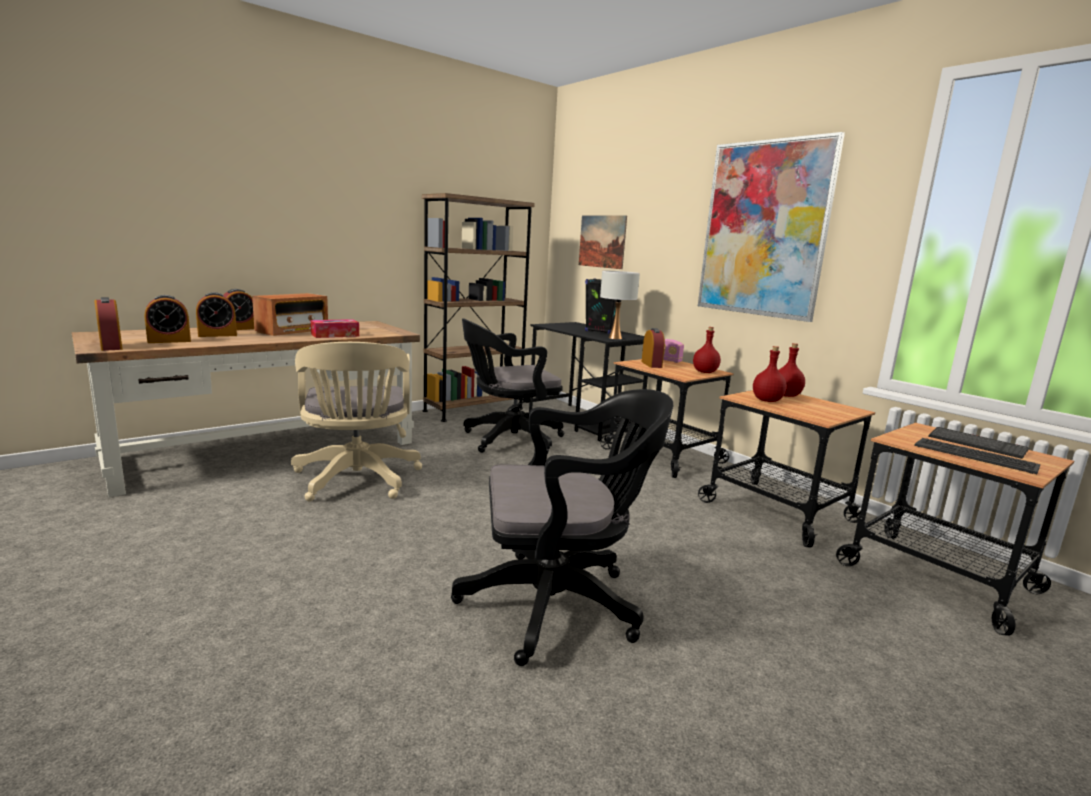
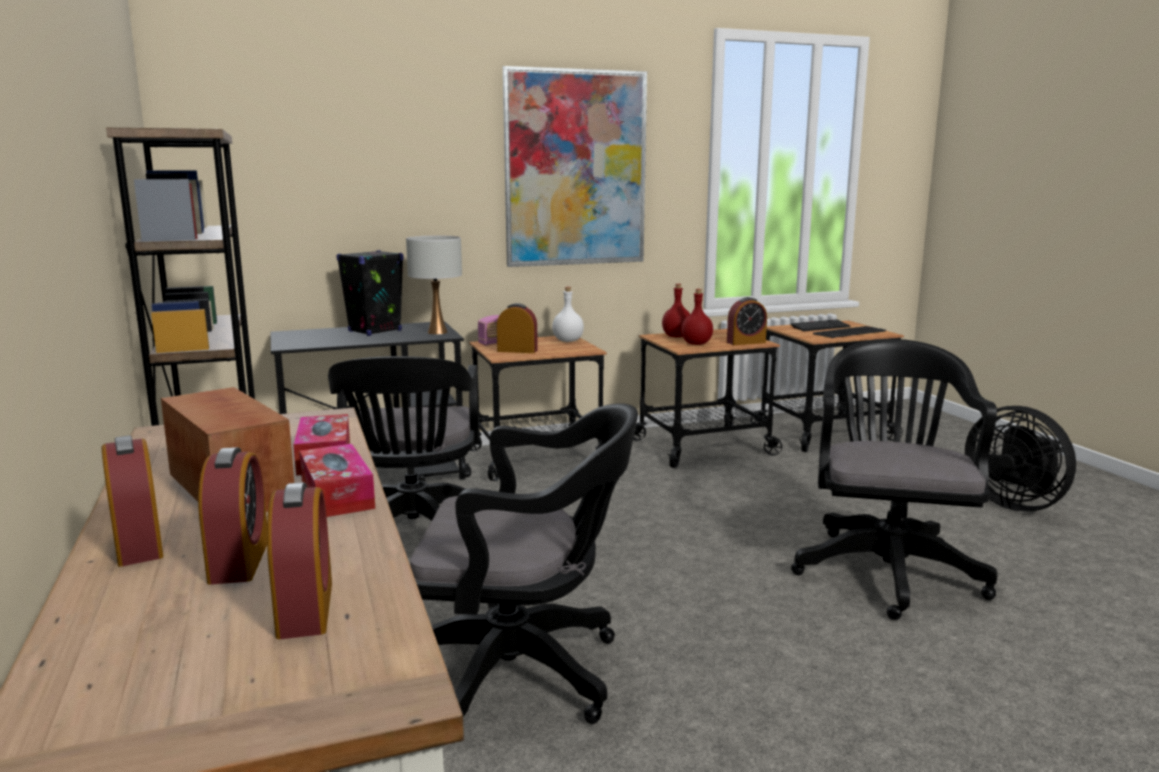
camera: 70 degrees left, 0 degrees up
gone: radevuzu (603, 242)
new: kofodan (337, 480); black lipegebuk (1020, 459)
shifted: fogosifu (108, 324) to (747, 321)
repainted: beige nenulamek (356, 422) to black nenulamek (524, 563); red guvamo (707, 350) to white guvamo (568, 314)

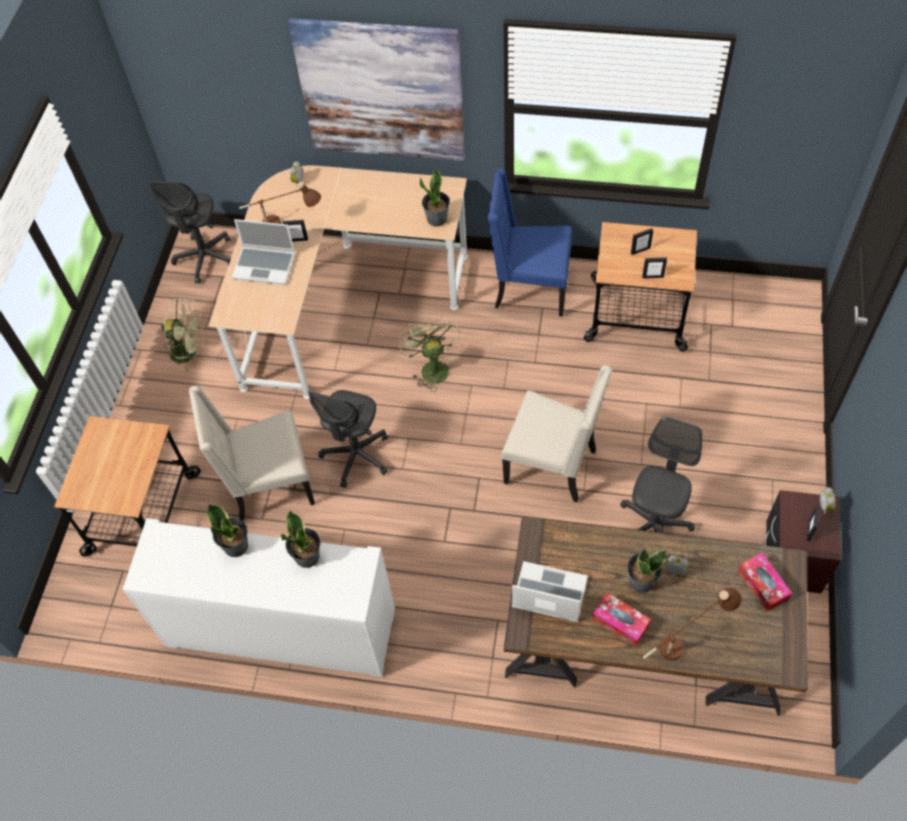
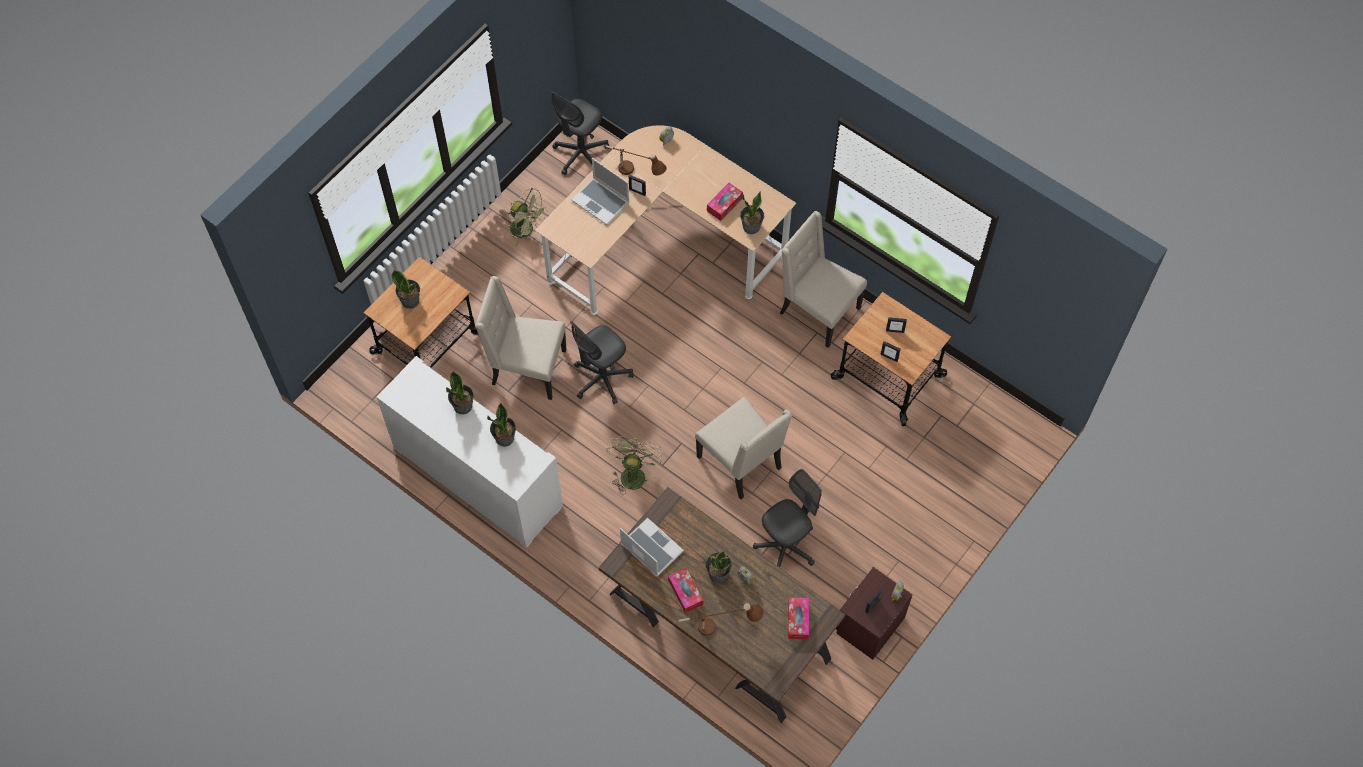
camera: 25 degrees right, 5 degrees up
gone: radevuzu (376, 89)
new: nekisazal (406, 289); kofodan (725, 202)
shifted: green lipegebuk (429, 353) to (634, 465)
repainted: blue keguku (530, 242) to beige keguku (823, 279)

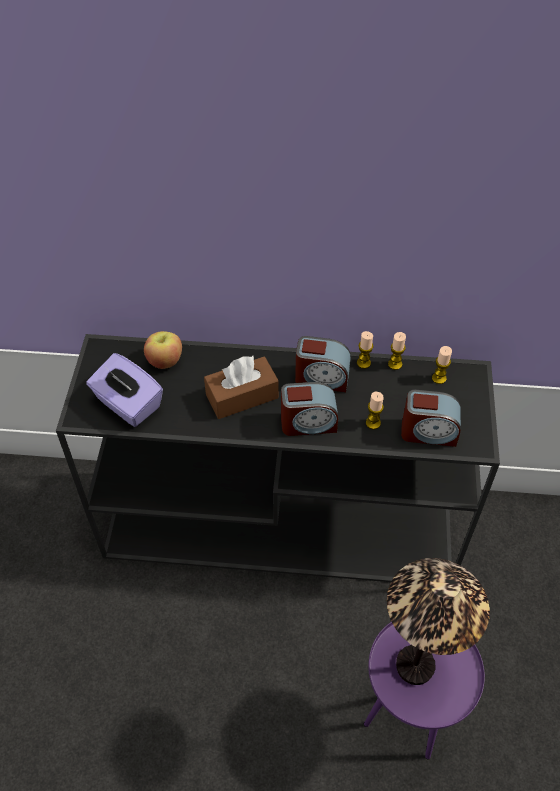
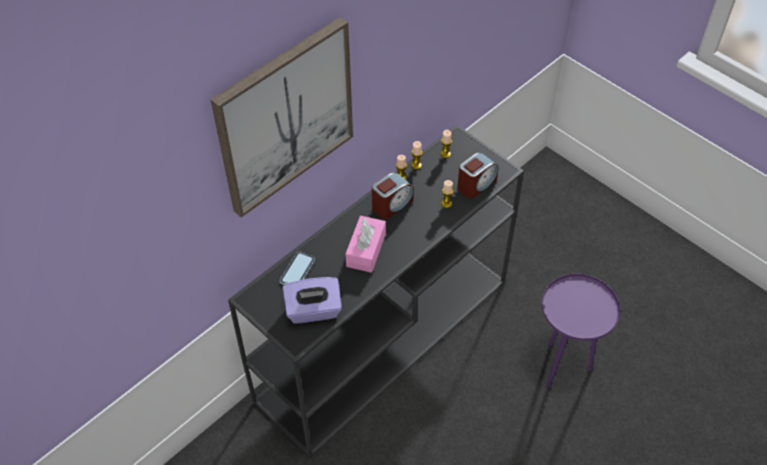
camera: 50 degrees left, 0 degrees up
gone: fogosifu (309, 409); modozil (438, 621)
new: radevuzu (282, 117)
swapped: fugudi (163, 350) to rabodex (297, 268)
repainted: brown kofodan (241, 387) to pink kofodan (366, 244)

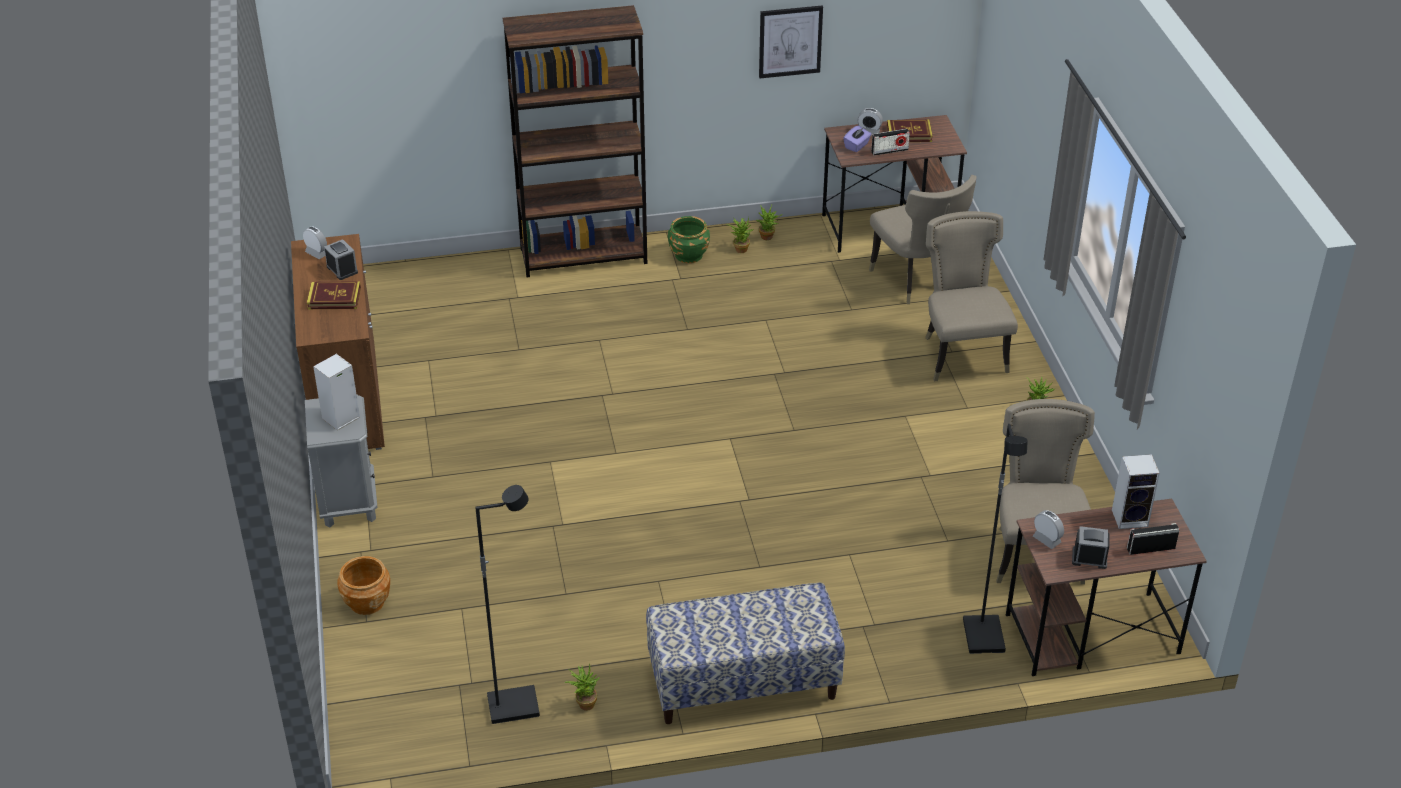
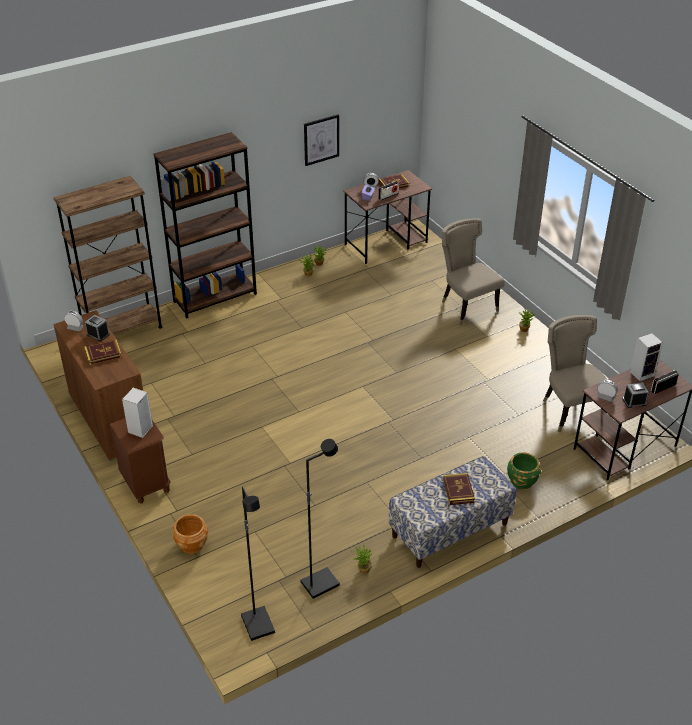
camera: 20 degrees left, 0 degrees up
gone: beige keguku (923, 239)
new: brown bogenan (108, 255); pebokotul (459, 489)
shifted: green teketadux (689, 239) to (524, 470); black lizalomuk (995, 539) to (258, 564)
repainted: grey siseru (341, 461) to brown siseru (140, 461)

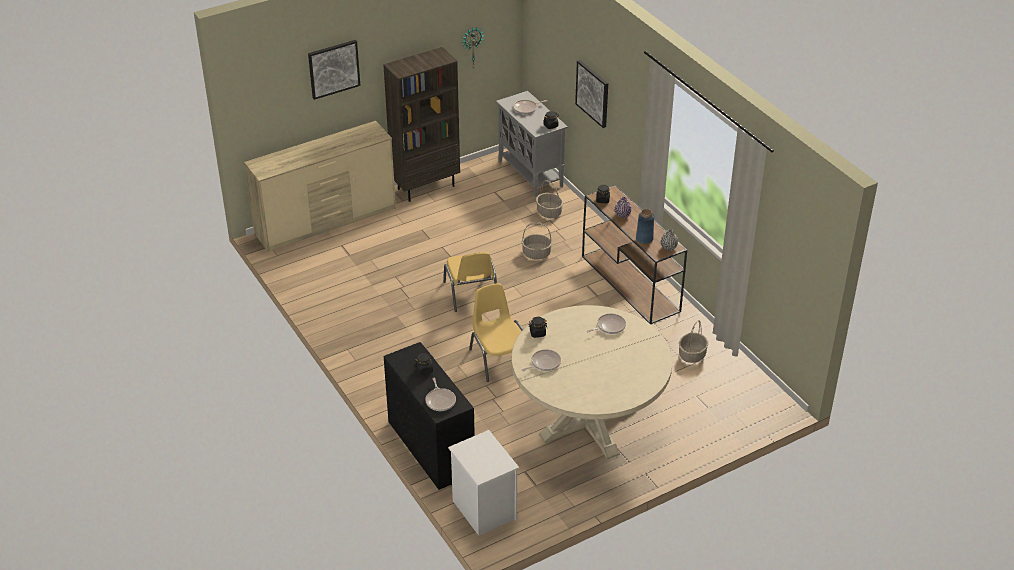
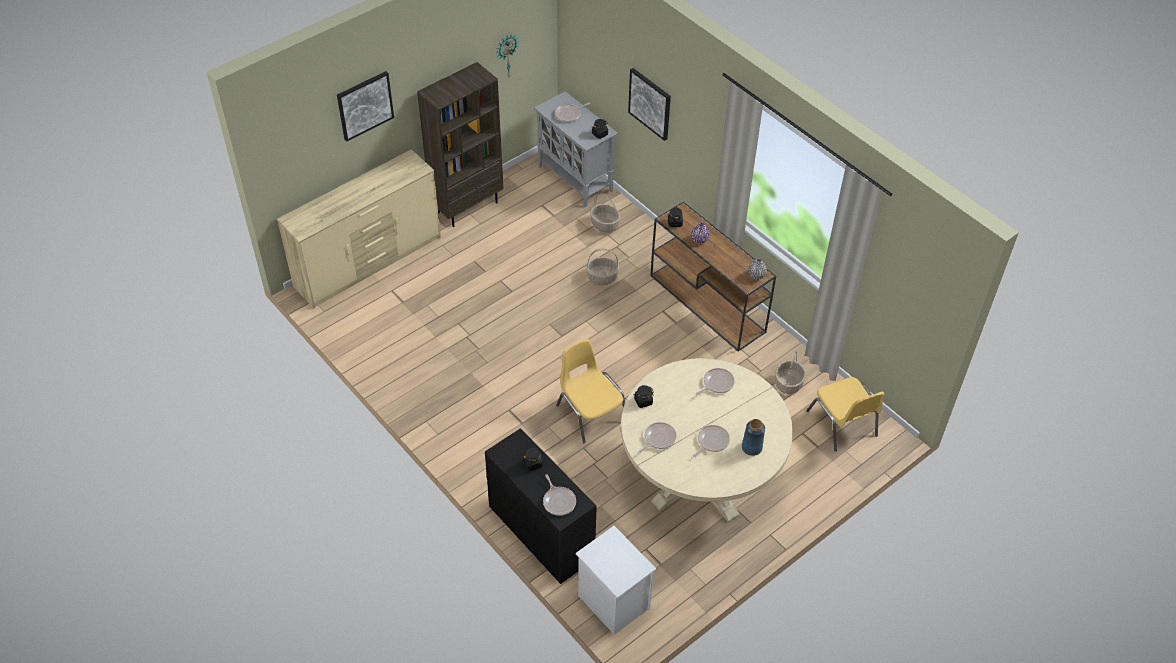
camera: 10 degrees left, 10 degrees up
new: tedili (711, 441)
shifted: yellow keguku (470, 282) to (845, 414); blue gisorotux (645, 226) to (753, 437)

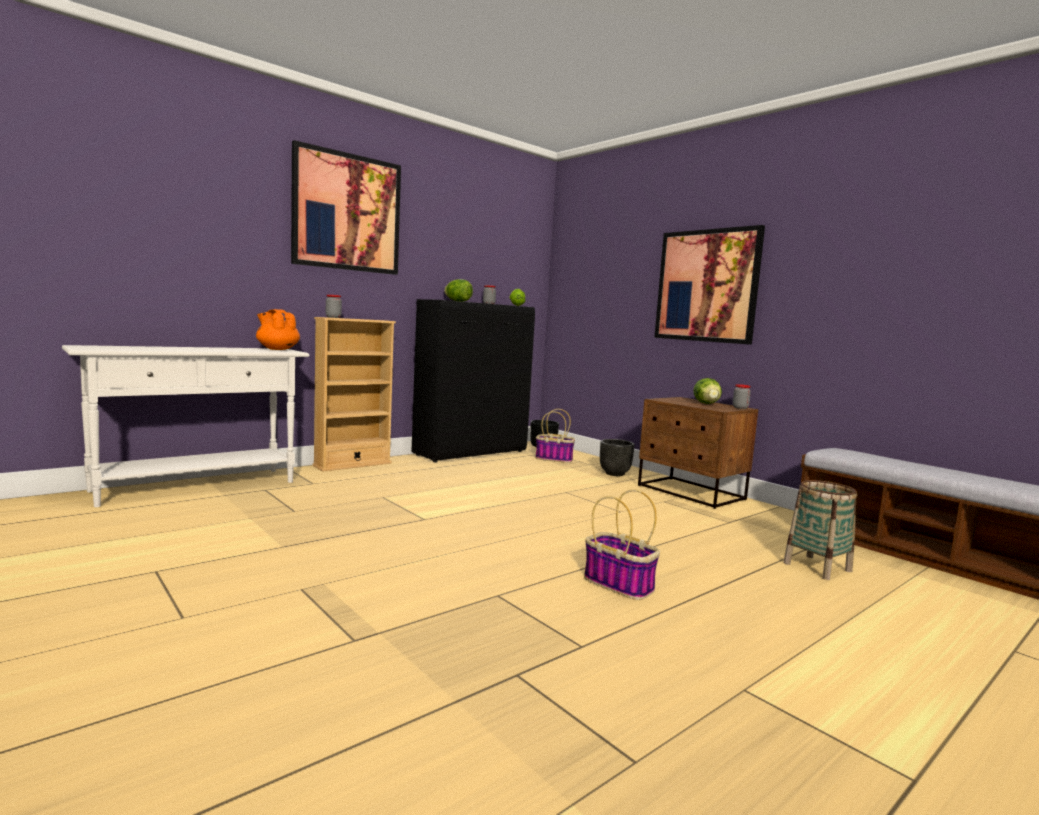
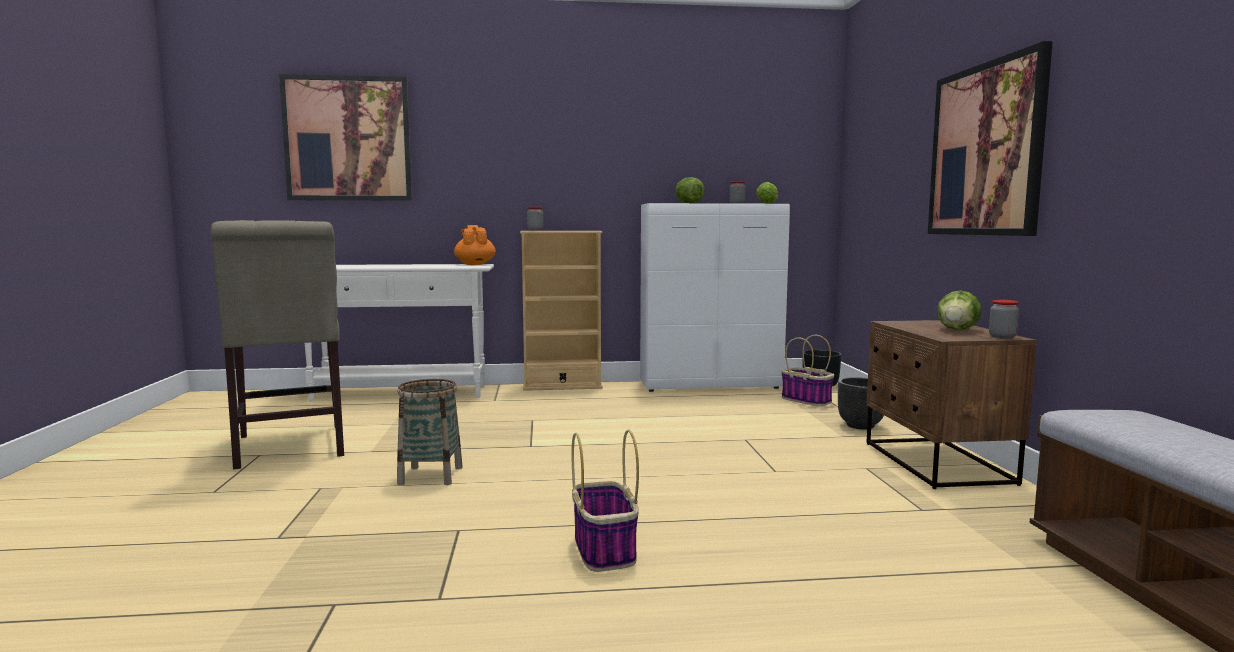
camera: 35 degrees right, 0 degrees up
new: beige keguku (277, 344)
shifted: radevuzu (346, 207) to (346, 137); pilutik (820, 530) to (430, 432)
repainted: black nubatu (473, 381) to white nubatu (715, 297)

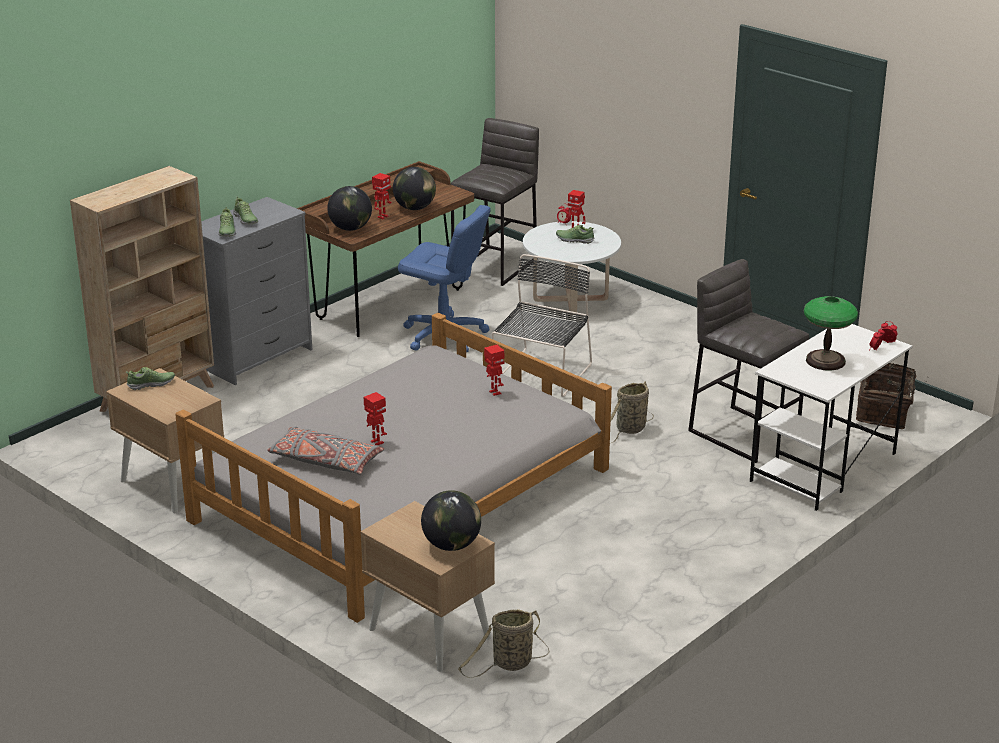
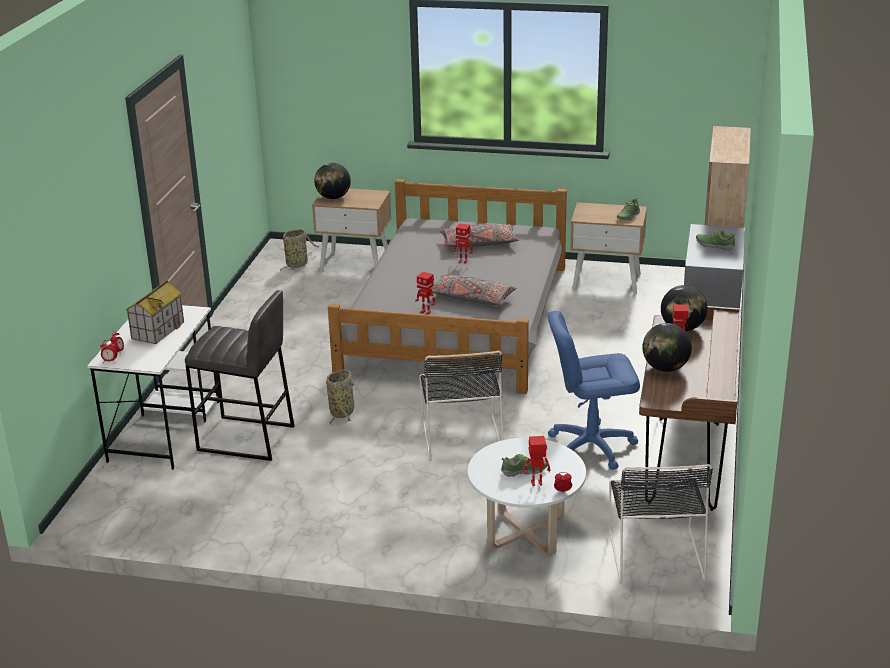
camera: 150 degrees right, 0 degrees up
gone: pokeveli (227, 222); pilutik (892, 396)
new: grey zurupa (473, 289)
swapped: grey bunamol (495, 202) to black keguku (661, 524); modozil (831, 333) to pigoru (155, 312)

